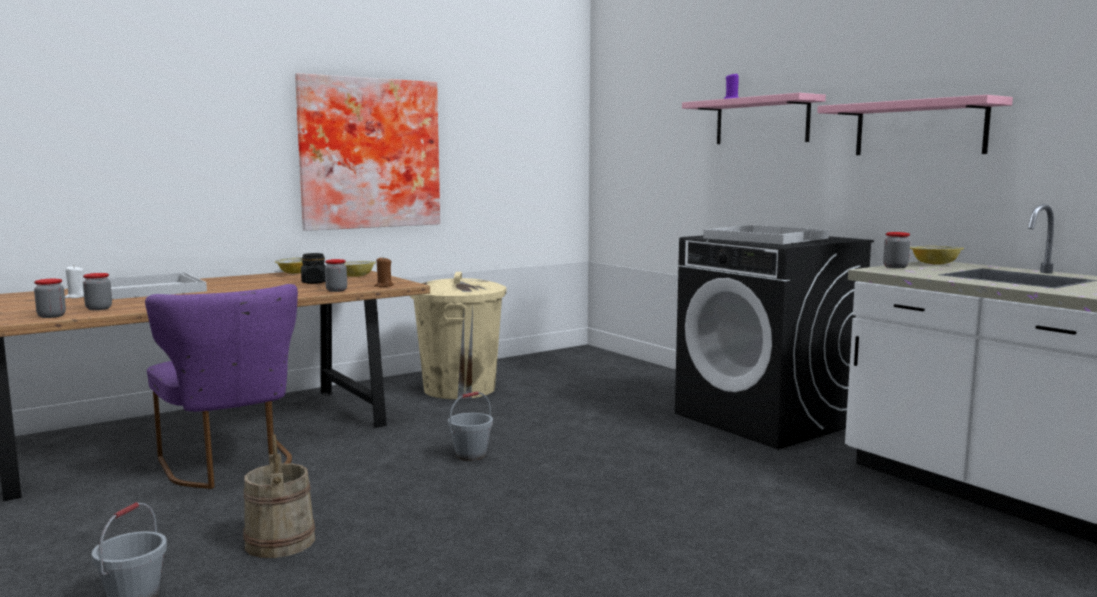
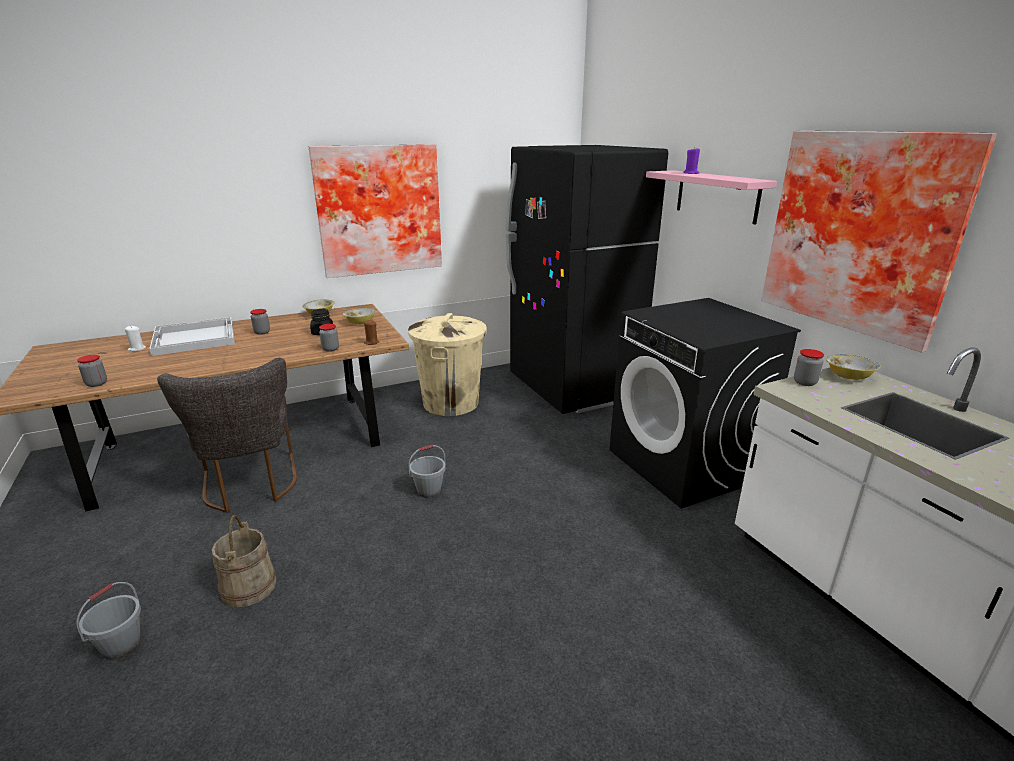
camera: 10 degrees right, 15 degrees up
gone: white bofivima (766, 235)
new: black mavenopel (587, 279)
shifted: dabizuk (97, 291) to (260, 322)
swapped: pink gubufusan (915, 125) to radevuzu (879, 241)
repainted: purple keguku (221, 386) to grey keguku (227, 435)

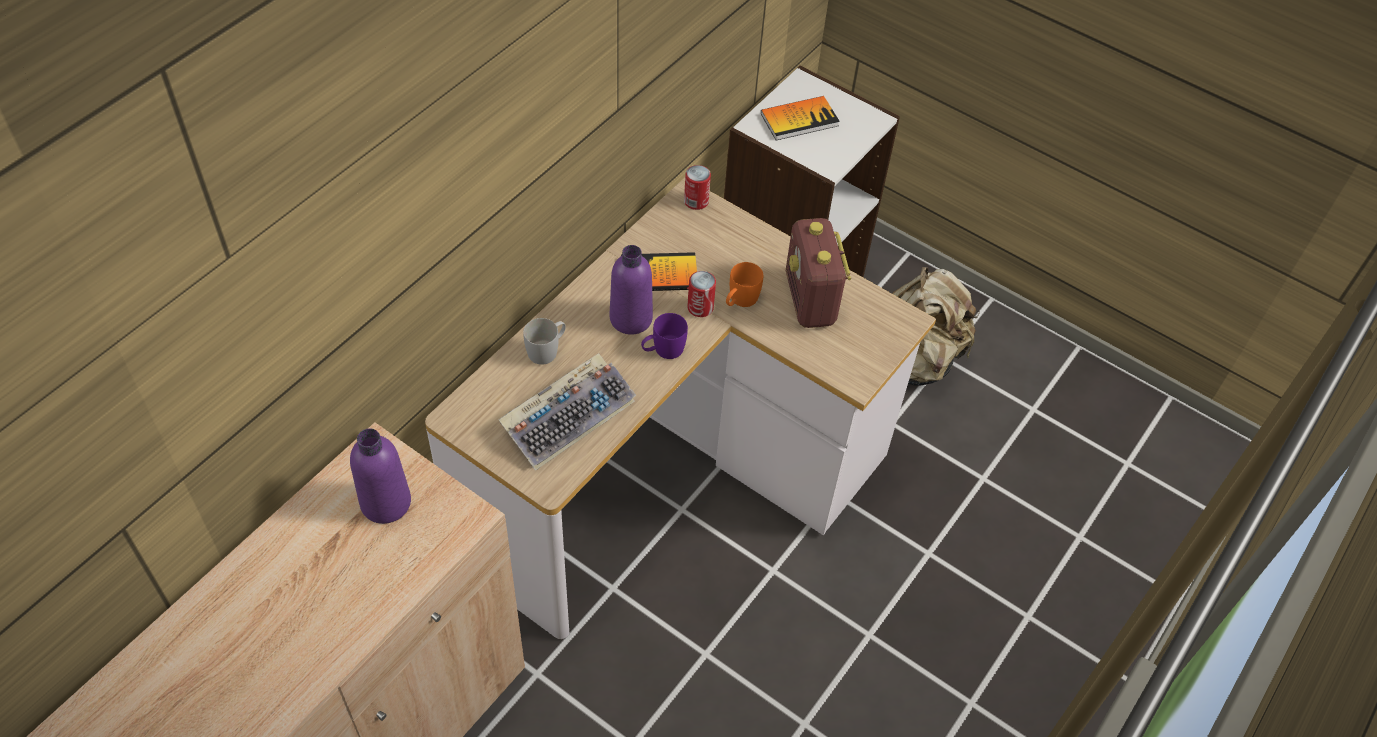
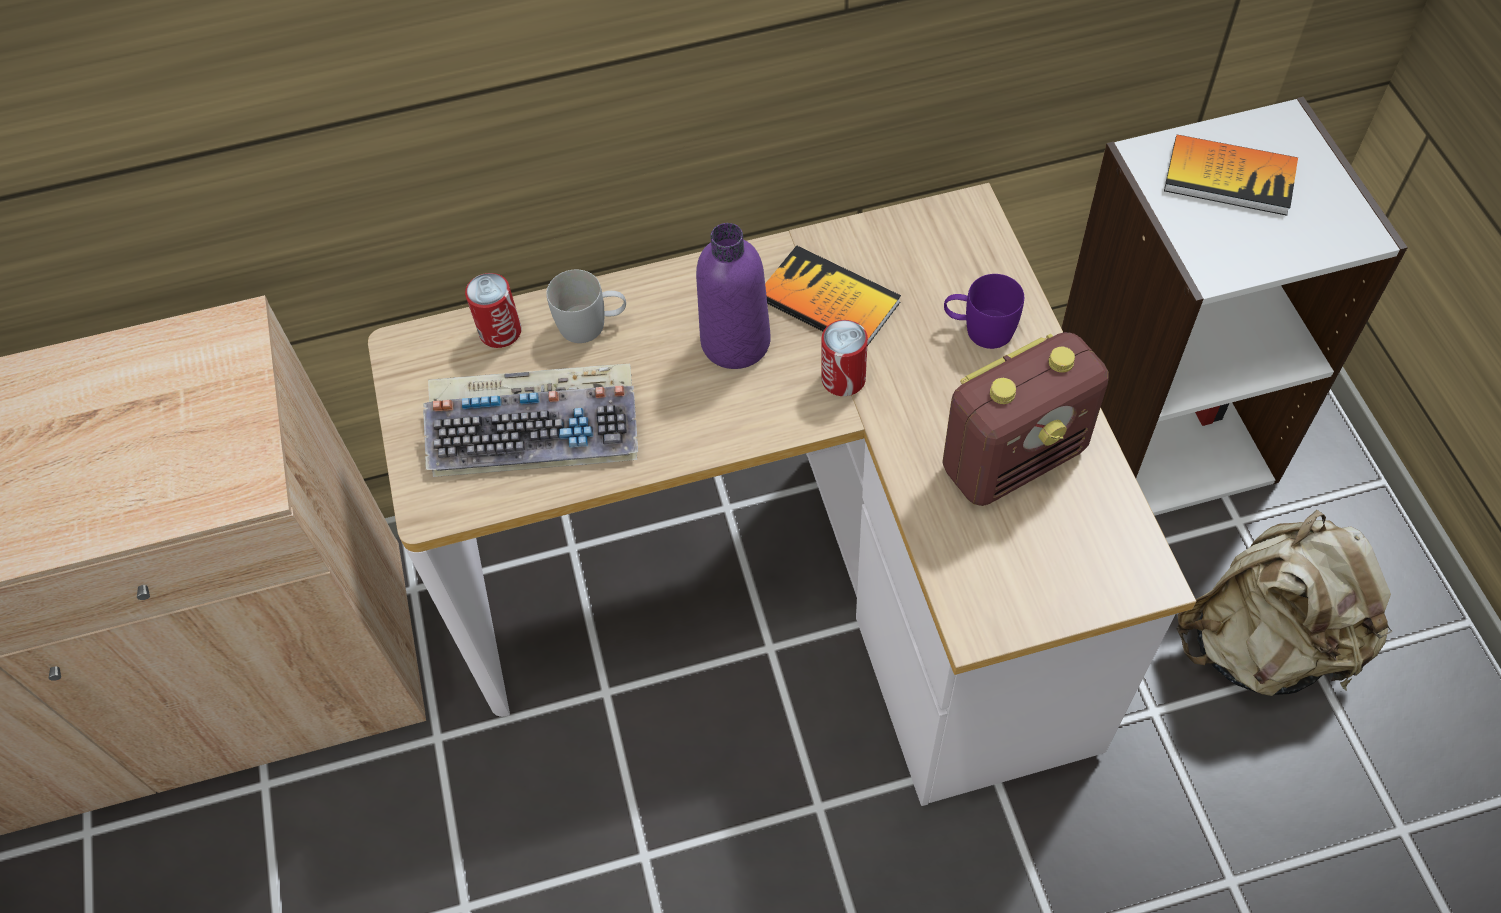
camera: 45 degrees right, 5 degrees up
gone: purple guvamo (380, 476); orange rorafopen (744, 284)
shifted: purple rorafopen (664, 336) to (984, 311); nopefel (697, 187) to (493, 310)
rotated: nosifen (818, 273) = (1025, 419) 150 degrees counterclockwise

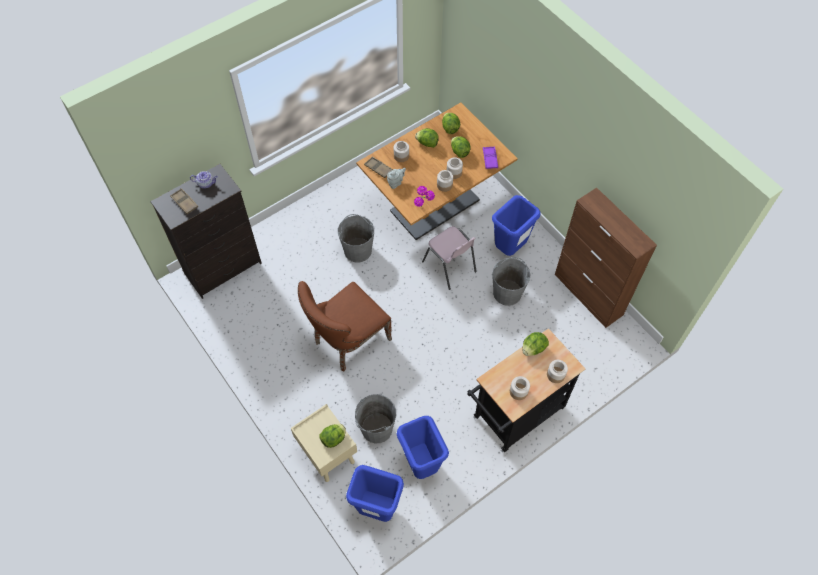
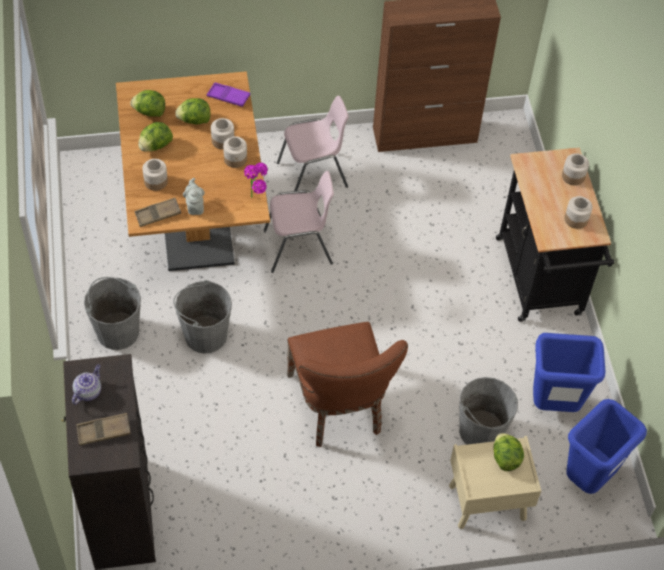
camera: 65 degrees left, 5 degrees down
gone: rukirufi (535, 344)
shifted: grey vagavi (511, 281) to (112, 313)
swapped: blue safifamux (516, 225) to pink keguku (313, 143)

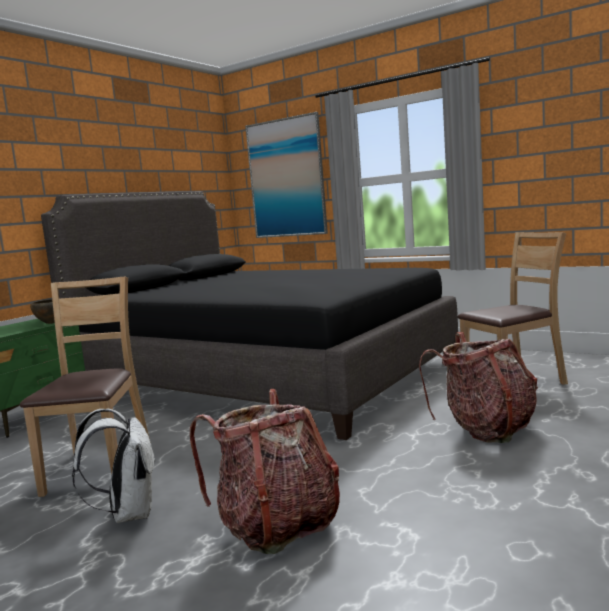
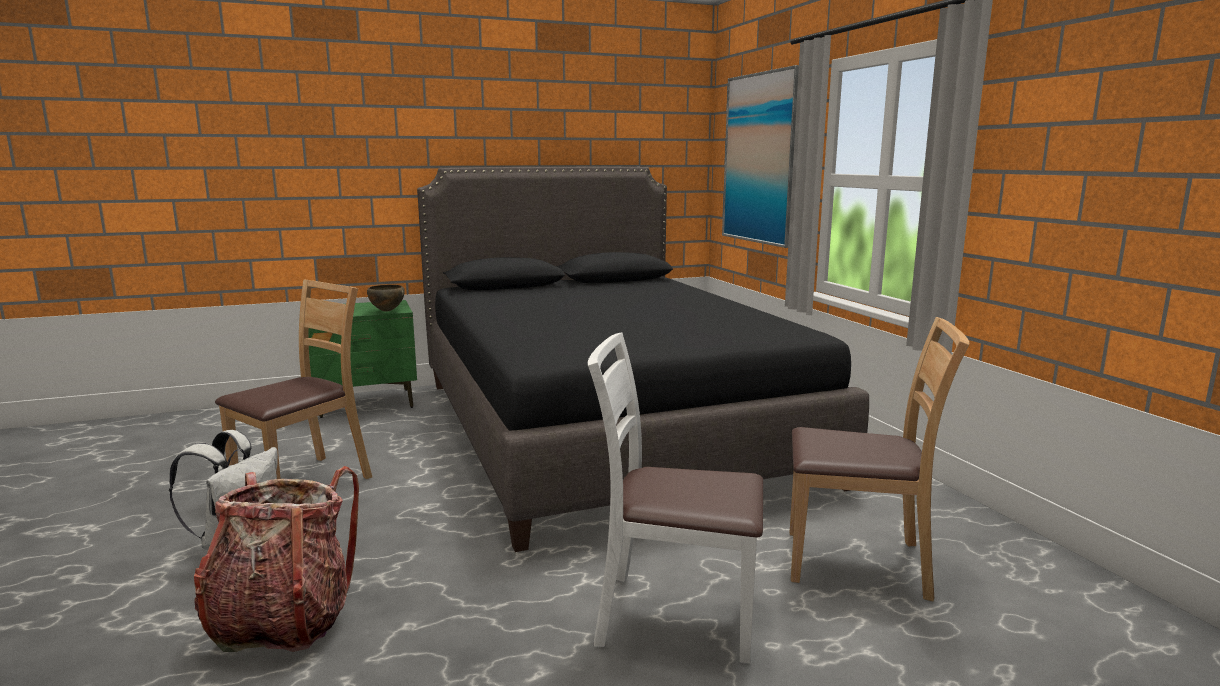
camera: 35 degrees right, 5 degrees up
swapped: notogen (478, 387) to white keguku (675, 498)

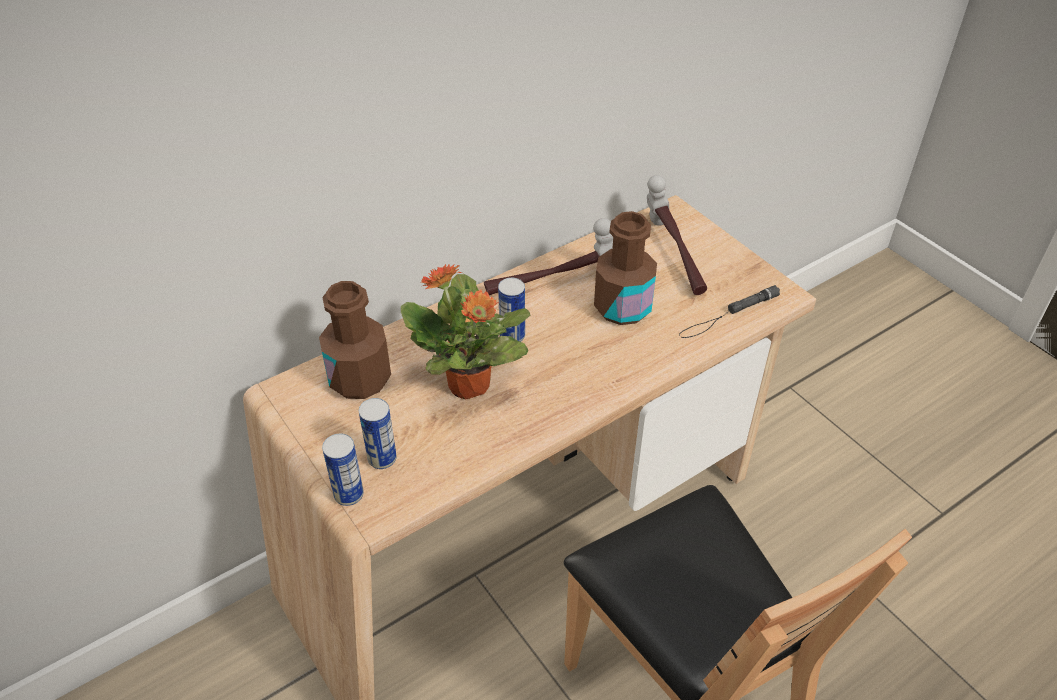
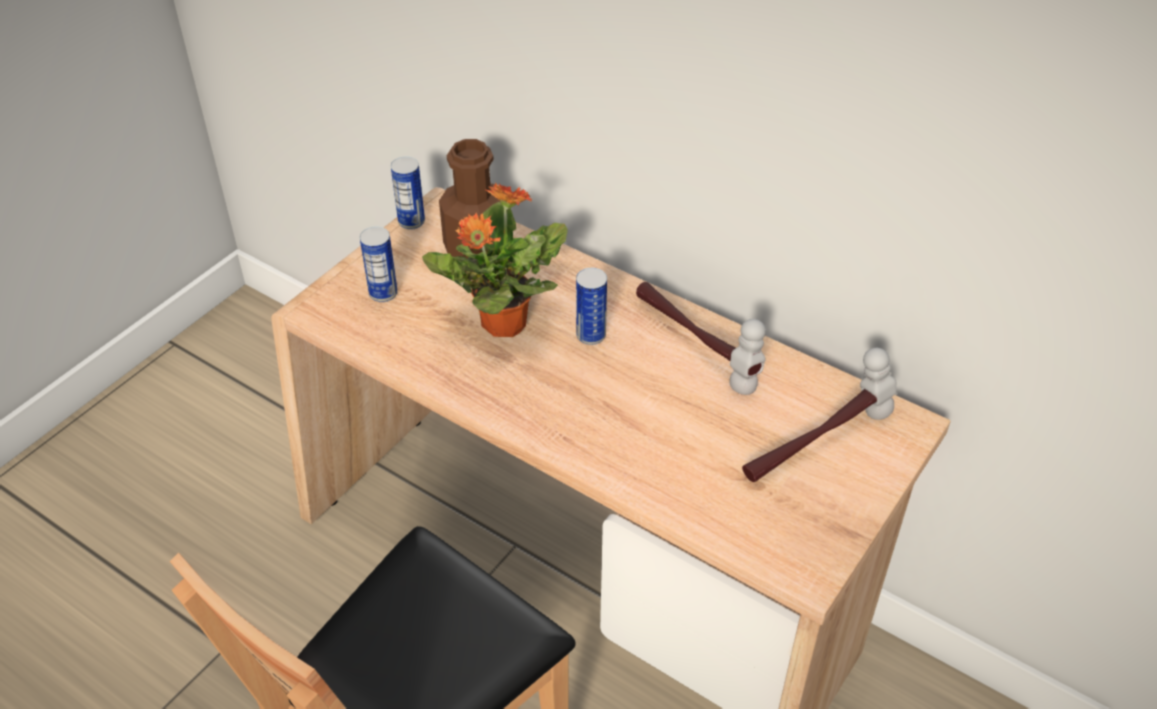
camera: 70 degrees right, 0 degrees up
gone: brown guvamo (625, 268); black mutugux (729, 311)
shifted: nopefel (343, 470) to (408, 193)

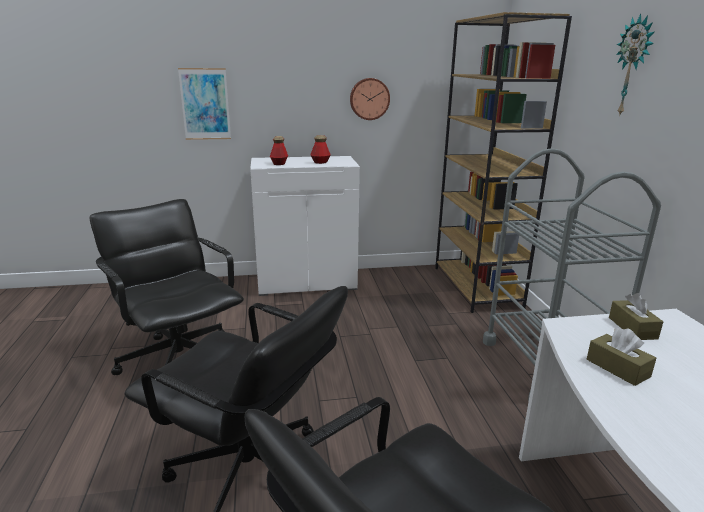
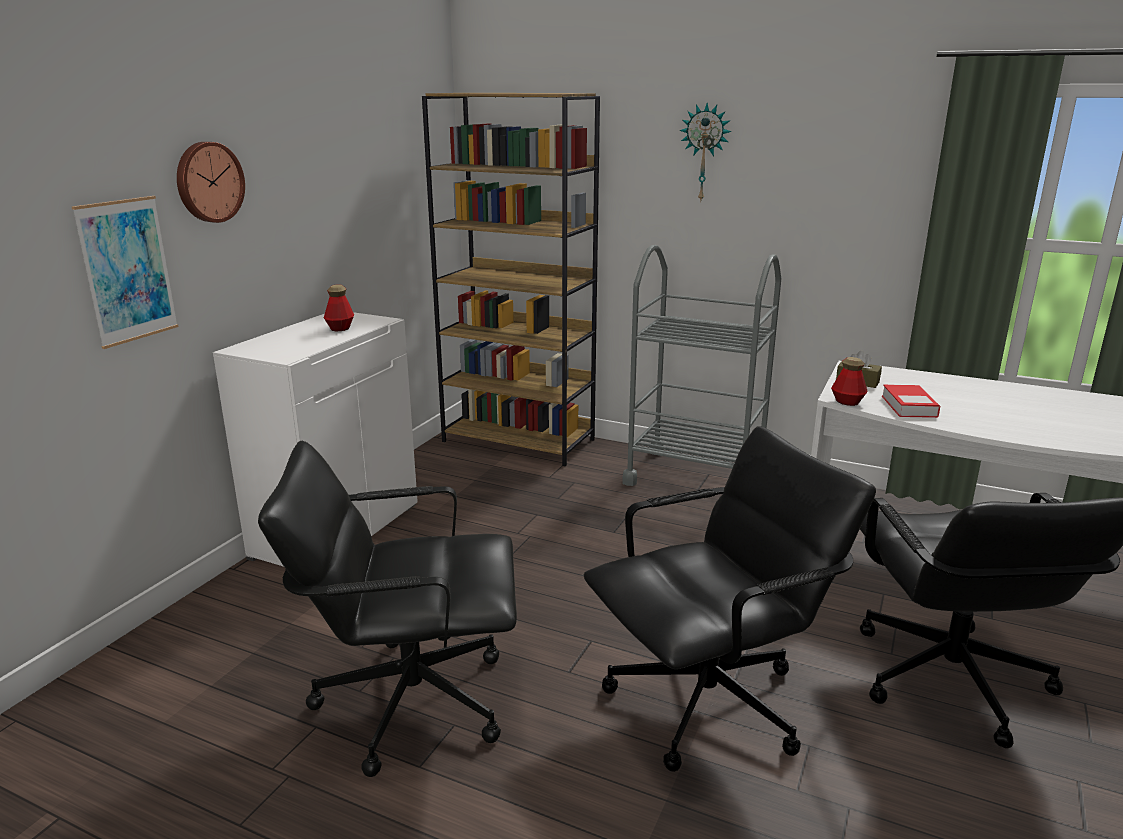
camera: 55 degrees left, 0 degrees up
shifted: guvamo (279, 150) to (849, 381); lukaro (370, 99) to (211, 182)
swapped: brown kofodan (621, 357) to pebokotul (911, 401)

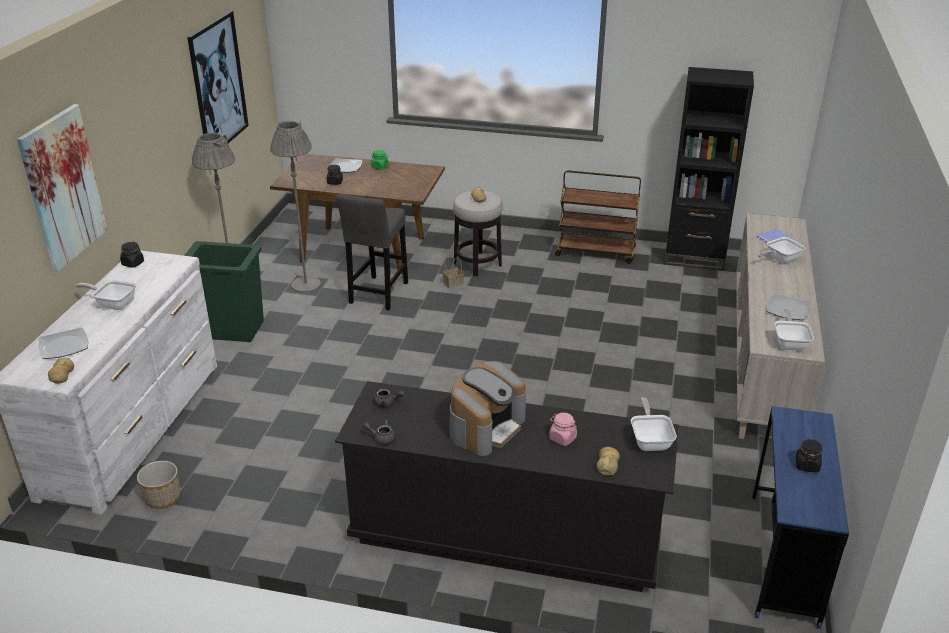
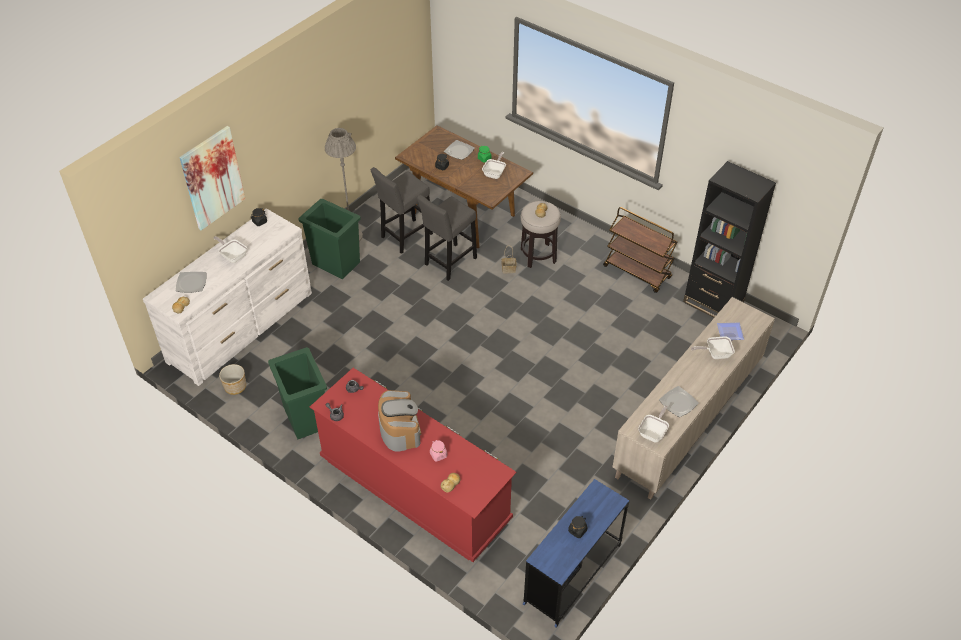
camera: 25 degrees right, 15 degrees up
gone: radevuzu (218, 77)
new: green safifamux (297, 393)
shifted: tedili (654, 424) to (494, 165)
swapped: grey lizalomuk (295, 207) to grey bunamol (402, 210)
repainted: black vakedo (507, 486) to red vakedo (413, 465)
rotated: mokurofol (488, 408) = (399, 421) 75 degrees counterclockwise

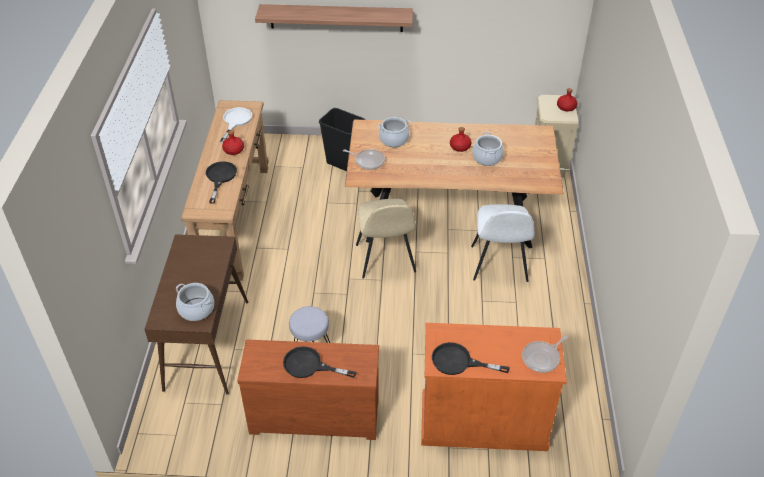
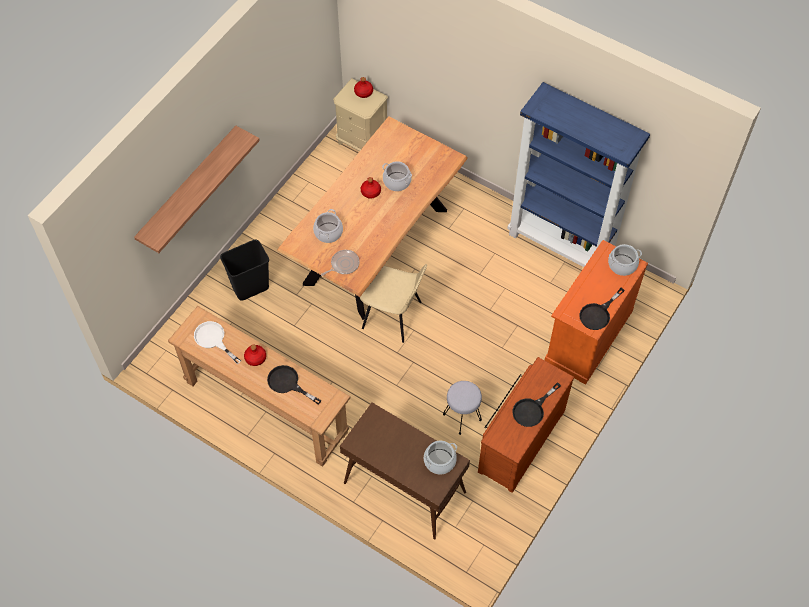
camera: 60 degrees left, 15 degrees up
gone: white keguku (503, 243)
new: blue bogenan (578, 174)
swapped: tedili (545, 354) to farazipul (625, 260)

